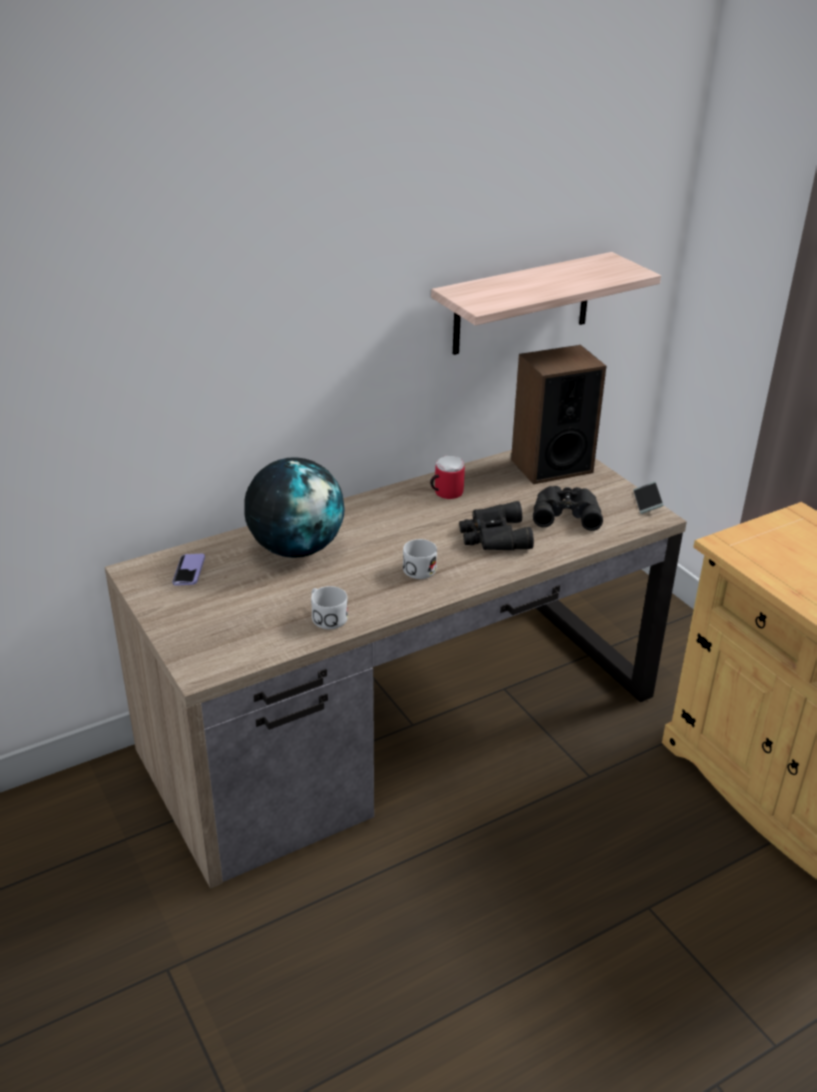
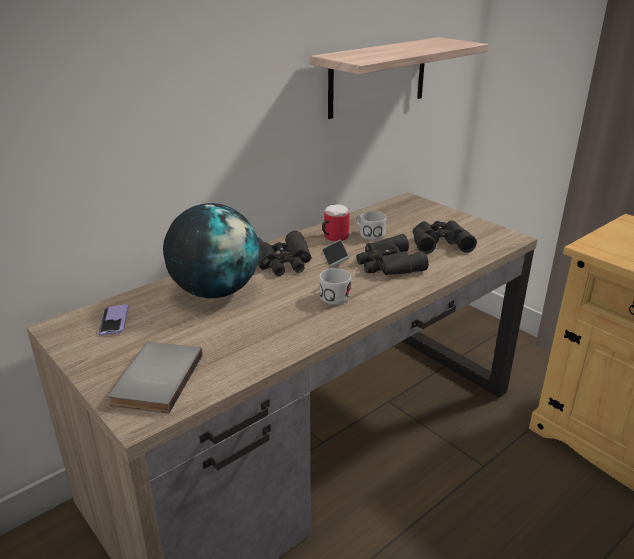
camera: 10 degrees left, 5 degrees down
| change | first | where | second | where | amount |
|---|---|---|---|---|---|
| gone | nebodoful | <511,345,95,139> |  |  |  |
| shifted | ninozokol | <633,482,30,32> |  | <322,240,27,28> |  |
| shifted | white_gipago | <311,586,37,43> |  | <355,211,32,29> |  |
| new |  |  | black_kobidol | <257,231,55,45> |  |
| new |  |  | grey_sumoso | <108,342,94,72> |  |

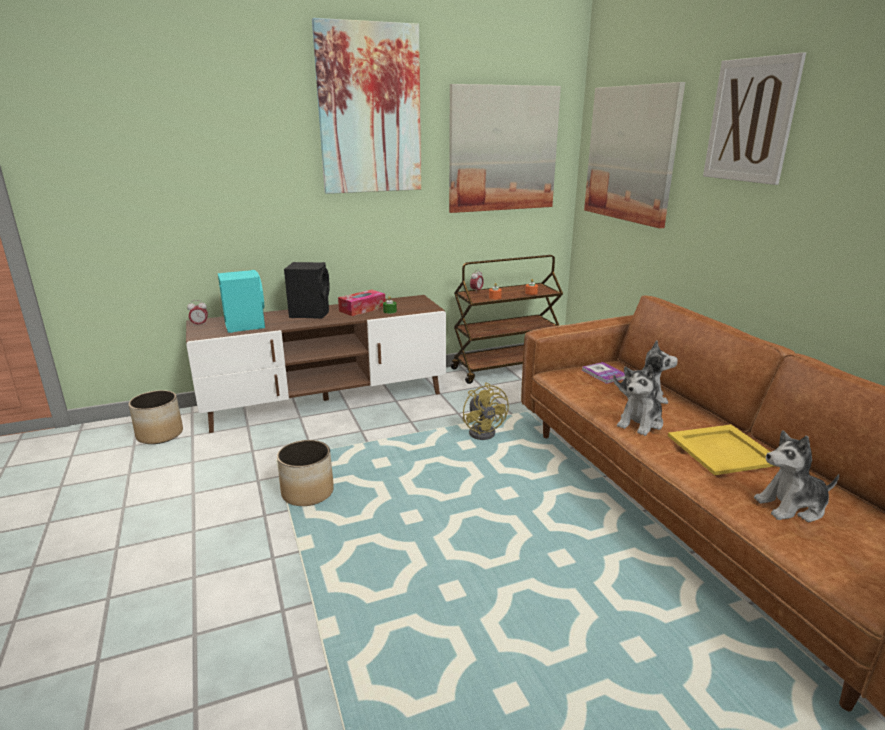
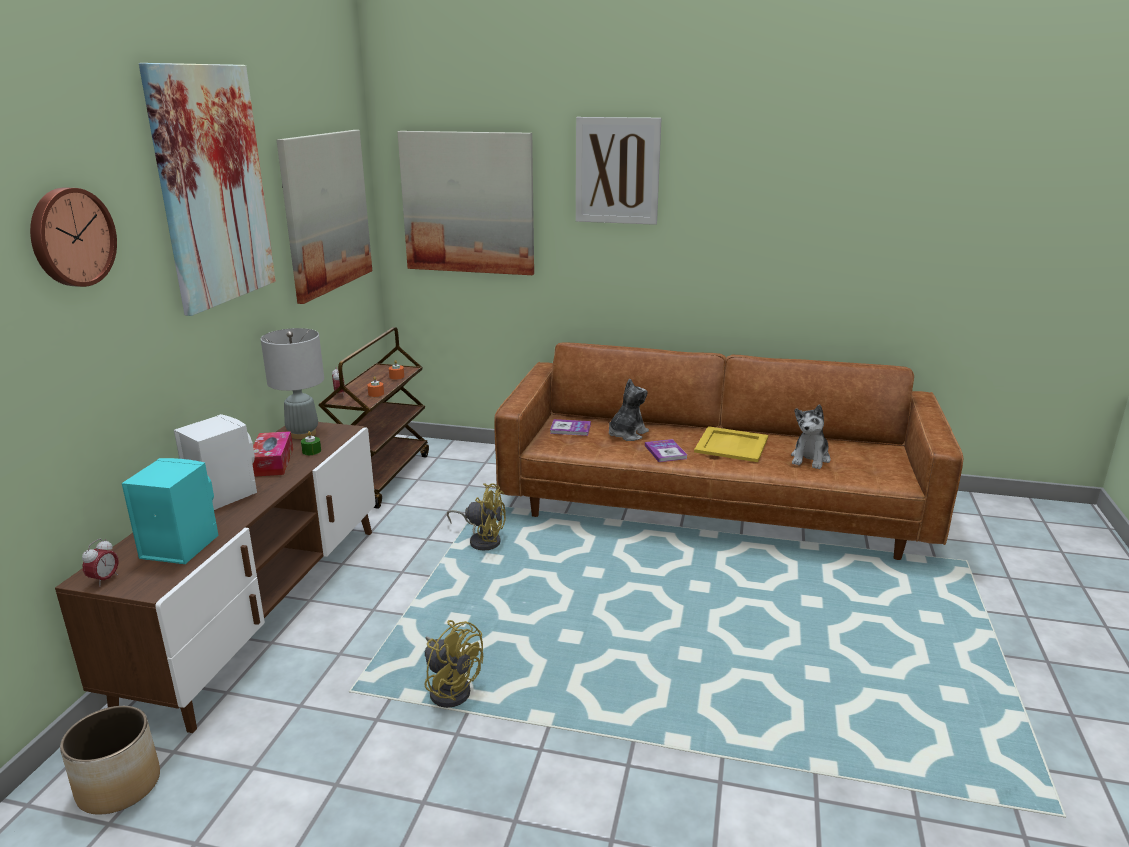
camera: 55 degrees left, 0 degrees up
| change | first | where | second | where | amount |
|---|---|---|---|---|---|
| repainted | black_nebodoful | <284,262,46,57> | white_nebodoful | <174,414,83,96> |  |
| swapped | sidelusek | <617,365,46,71> | sumoso | <645,439,42,23> |  |
| swapped | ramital | <277,440,57,66> | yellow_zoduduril | <425,620,58,88> |  |
| new |  |  | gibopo | <30,187,87,100> |  |
| new |  |  | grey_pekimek | <261,328,63,111> |  |

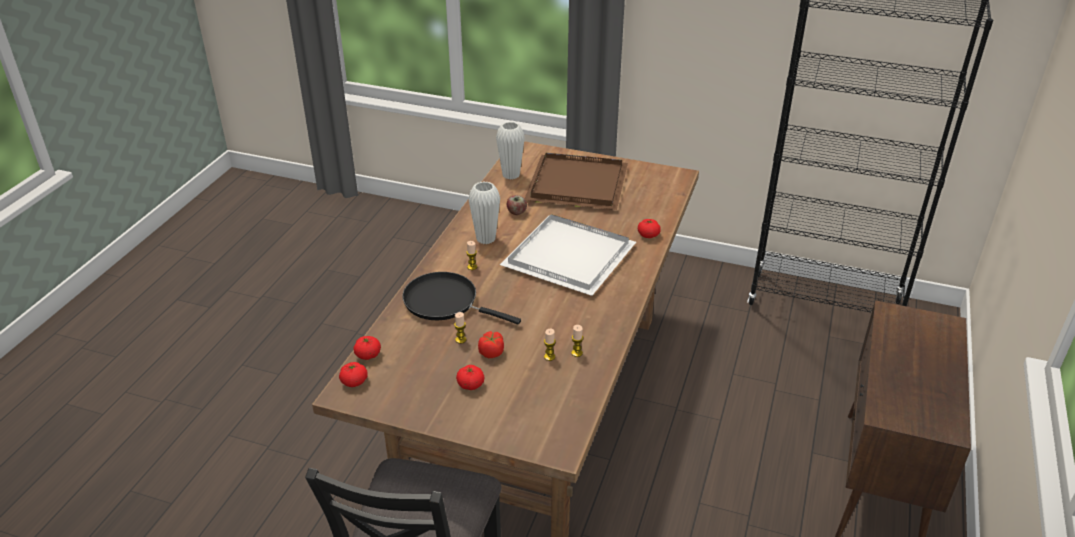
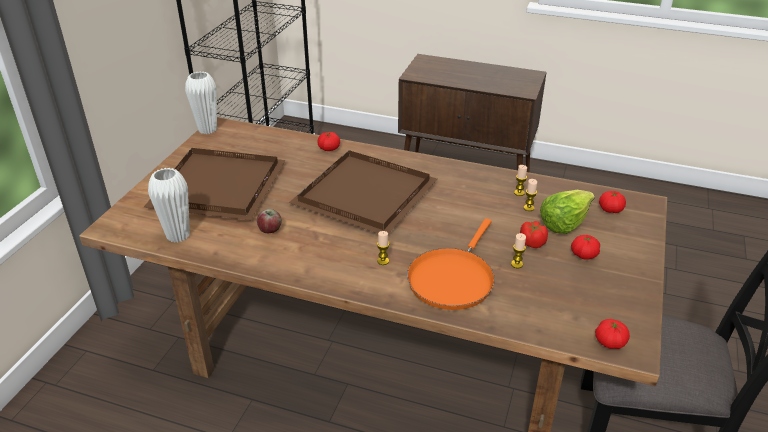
camera: 90 degrees left, 0 degrees up
| change | first | where | second | where | amount |
|---|---|---|---|---|---|
| shifted | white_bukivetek | <468,181,32,63> |  | <185,71,32,63> |  |
| repainted | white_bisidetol | <500,214,136,82> | brown_bisidetol | <289,150,149,84> |  |
| repainted | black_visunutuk | <402,272,119,53> | orange_visunutuk | <407,218,88,92> |  |
| shifted | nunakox | <353,336,28,24> |  | <599,191,27,22> |  |
| new |  |  | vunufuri | <540,190,55,44> |  |

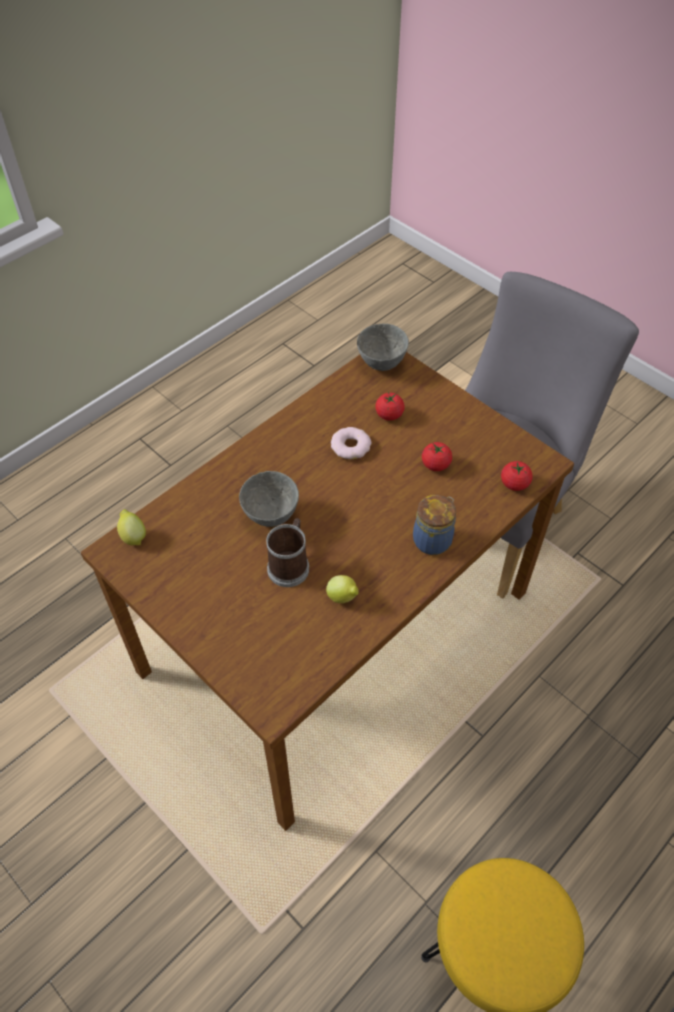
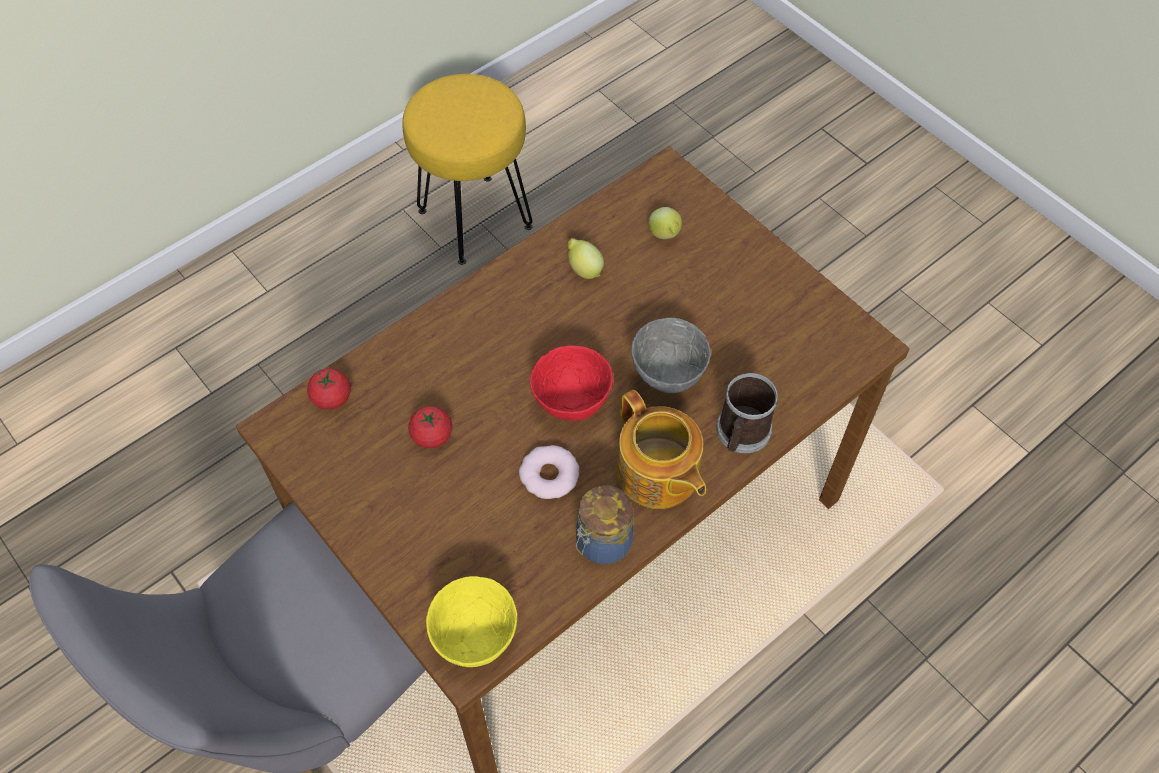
camera: 175 degrees left, 5 degrees up
| change | first | where | second | where | amount |
|---|---|---|---|---|---|
| repainted | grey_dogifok | <357,324,52,47> | yellow_dogifok | <426,576,91,91> |  |
| gone | nunakox | <375,392,30,29> |  |  |  |
| shifted | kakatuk | <413,495,43,60> |  | <576,485,57,80> |  |
| shifted | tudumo | <117,509,29,36> |  | <648,207,34,32> |  |
| shifted | gipago | <266,518,43,69> |  | <716,373,62,80> |  |
| new |  |  | red_dogifok | <530,346,83,75> |  |
| new |  |  | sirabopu | <617,390,89,119> |  |

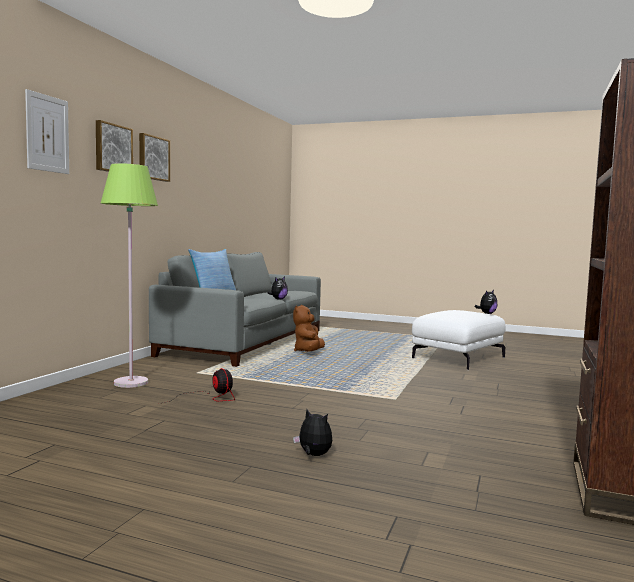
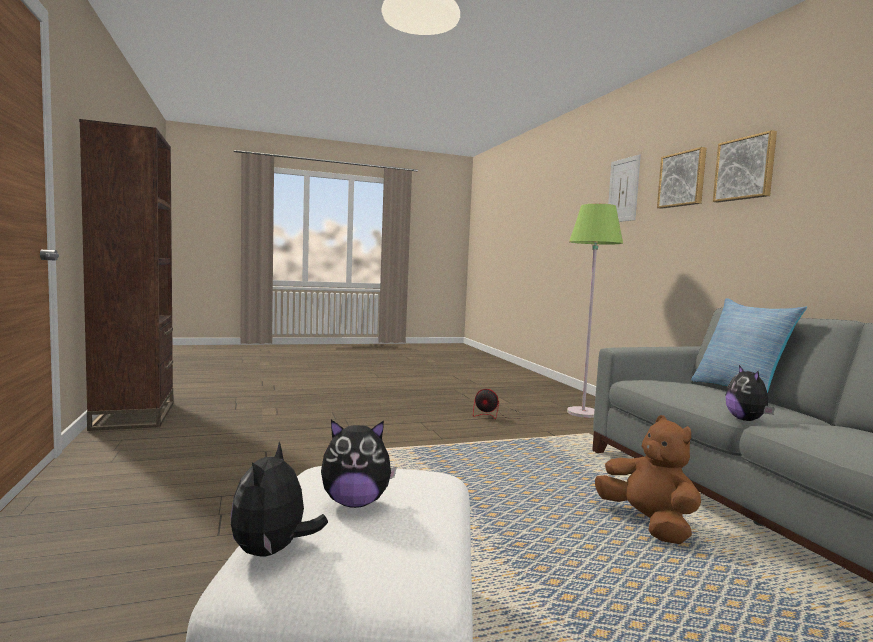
camera: 140 degrees right, 0 degrees up
| change | first | where | second | where | amount |
|---|---|---|---|---|---|
| shifted | sidelusek | <293,409,39,47> |  | <321,420,76,88> |  |

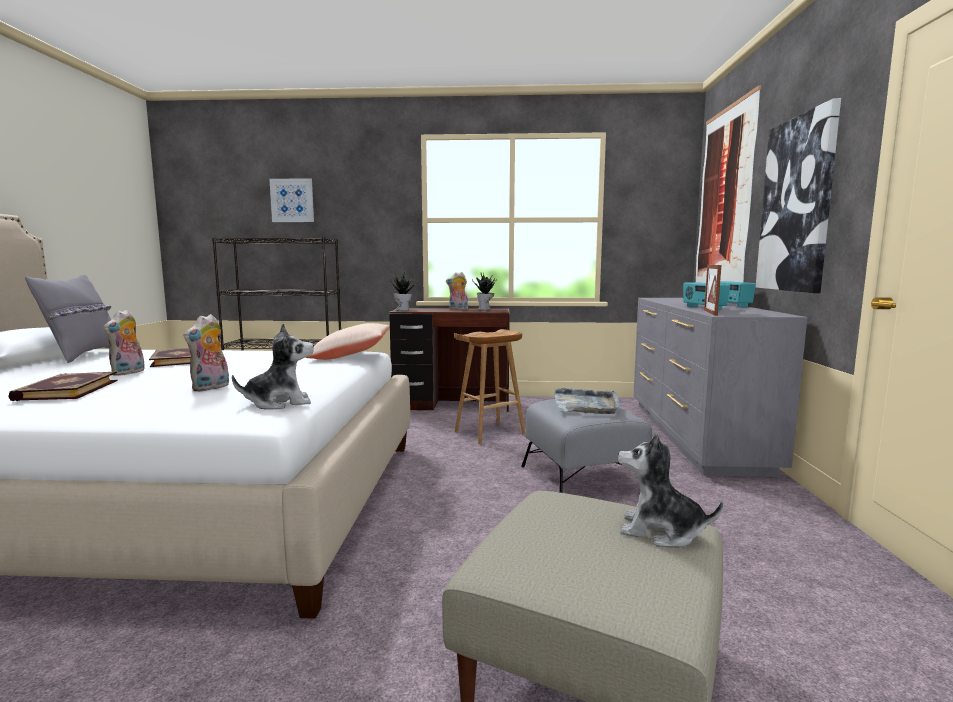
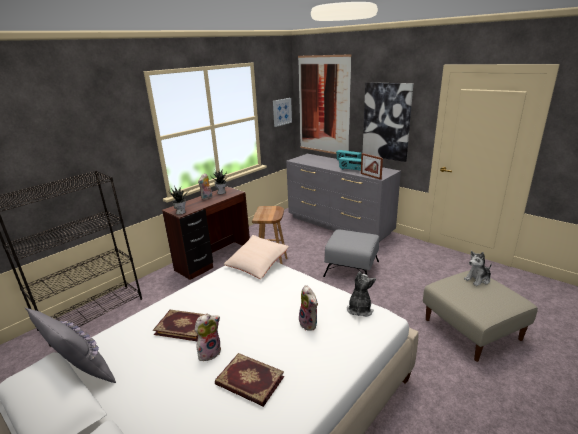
camera: 50 degrees left, 15 degrees up
| change | first | where | second | where | amount |
|---|---|---|---|---|---|
| shifted | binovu | <269,178,45,44> |  | <273,98,19,29> |  |
| rotated | sidelusek | <104,310,41,66> |  | <195,313,26,48> | 90 degrees counterclockwise |
| gone | grey_bisidetol | <554,388,66,26> |  |  |  |

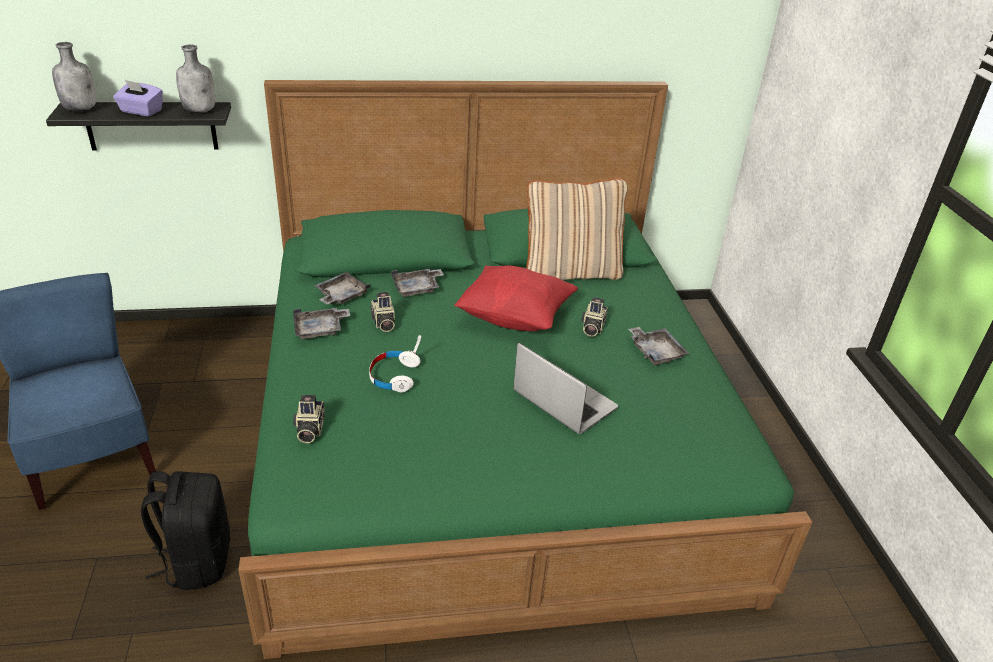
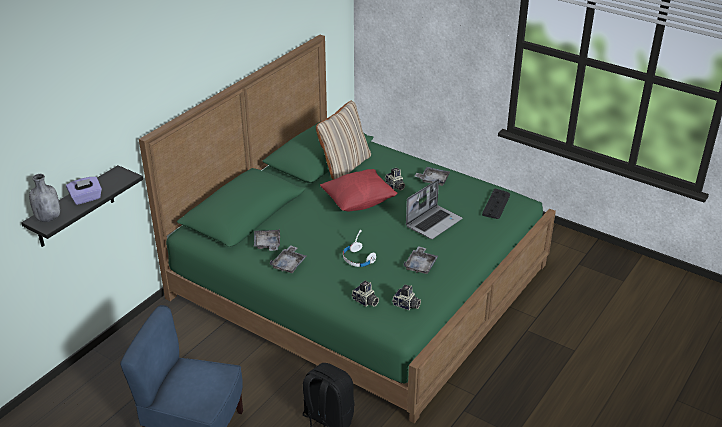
camera: 45 degrees left, 0 degrees up
| change | first | where | second | where | amount |
|---|---|---|---|---|---|
| gone | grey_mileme | <176,45,39,68> |  |  |  |
| shifted | grey_bisidetol | <391,269,53,28> |  | <404,246,34,28> |  |
| shifted | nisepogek | <370,292,25,40> |  | <392,285,29,25> |  |
| rotated | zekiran | <513,343,105,91> |  | <406,179,56,60> | 135 degrees clockwise |
| new |  |  | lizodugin | <482,189,28,30> |  |

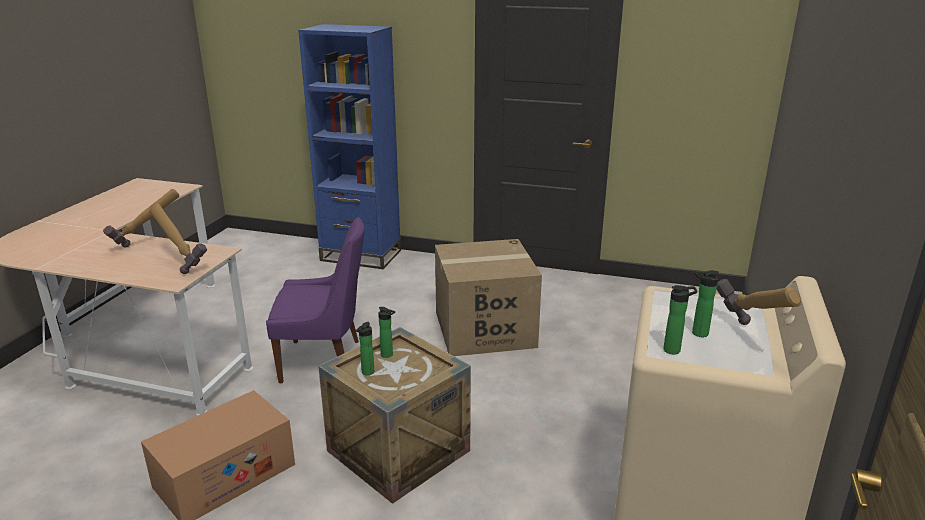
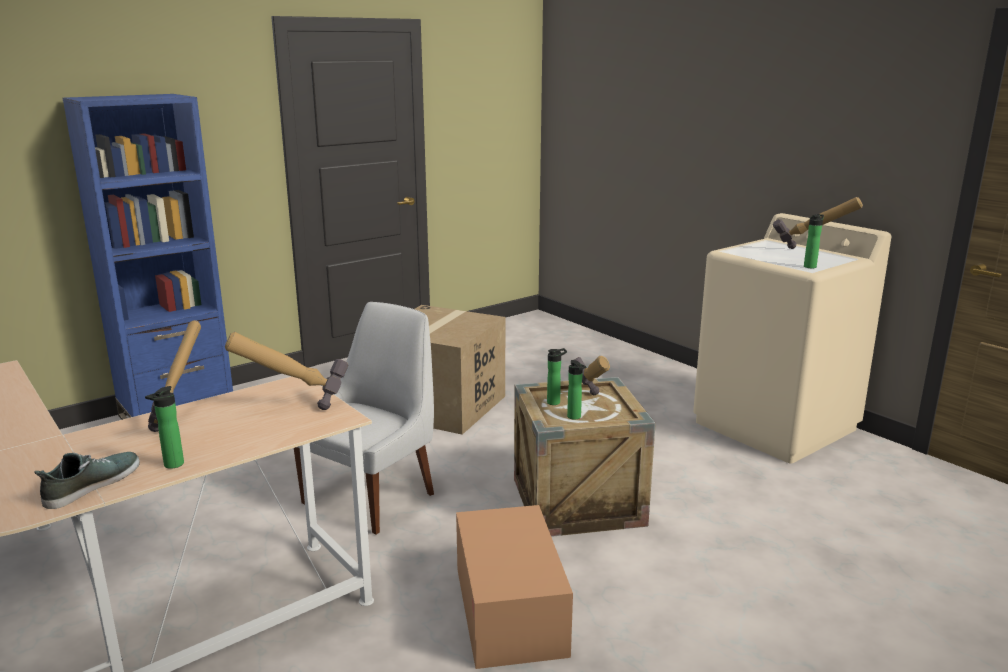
camera: 55 degrees left, 5 degrees down
| change | first | where | second | where | amount |
|---|---|---|---|---|---|
| repainted | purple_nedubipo | <266,217,99,166> | white_nedubipo | <294,302,140,233> |  |
| shifted | mileme | <692,270,27,67> |  | <145,386,39,83> |  |
| new |  |  | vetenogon | <571,356,39,39> |  |
| new |  |  | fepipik | <34,452,106,57> |  |

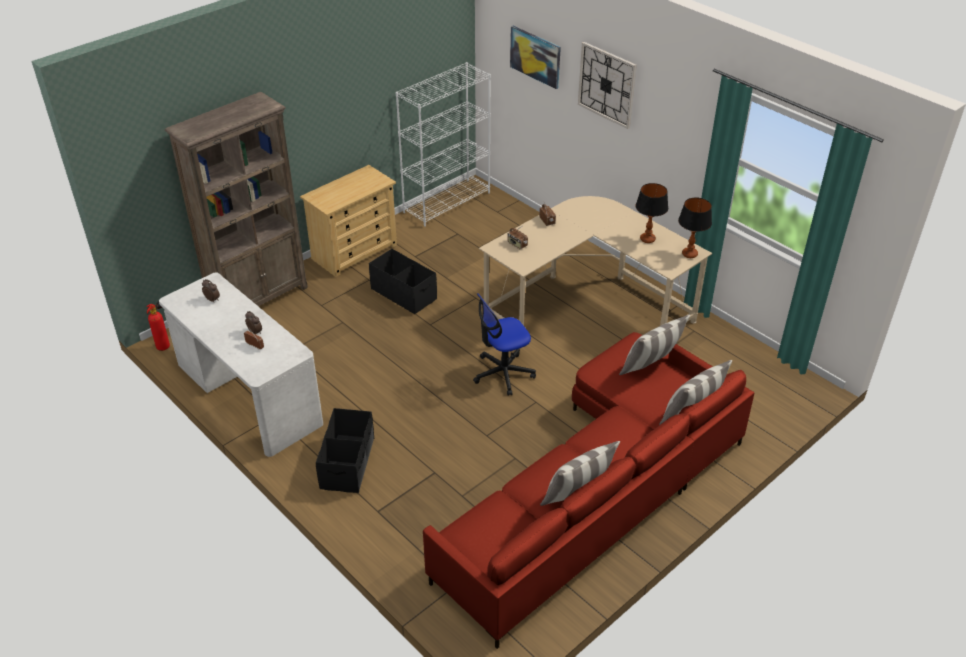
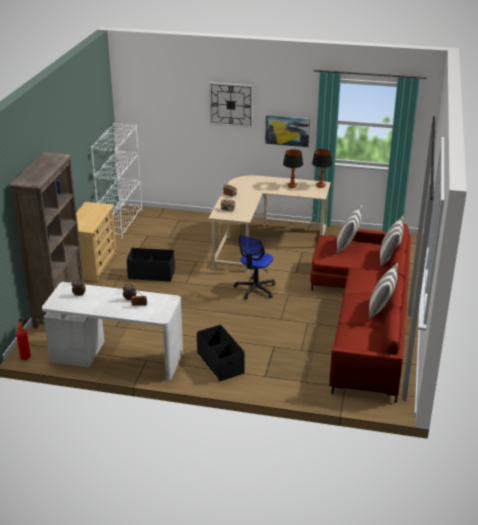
camera: 35 degrees left, 10 degrees down
| change | first | where | second | where | amount |
|---|---|---|---|---|---|
| shifted | binovu | <510,26,51,63> |  | <265,115,45,32> |  |

